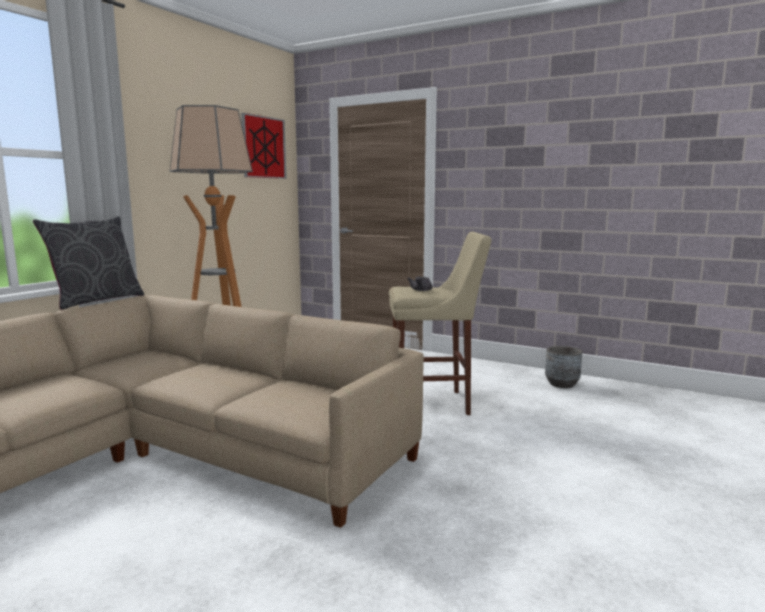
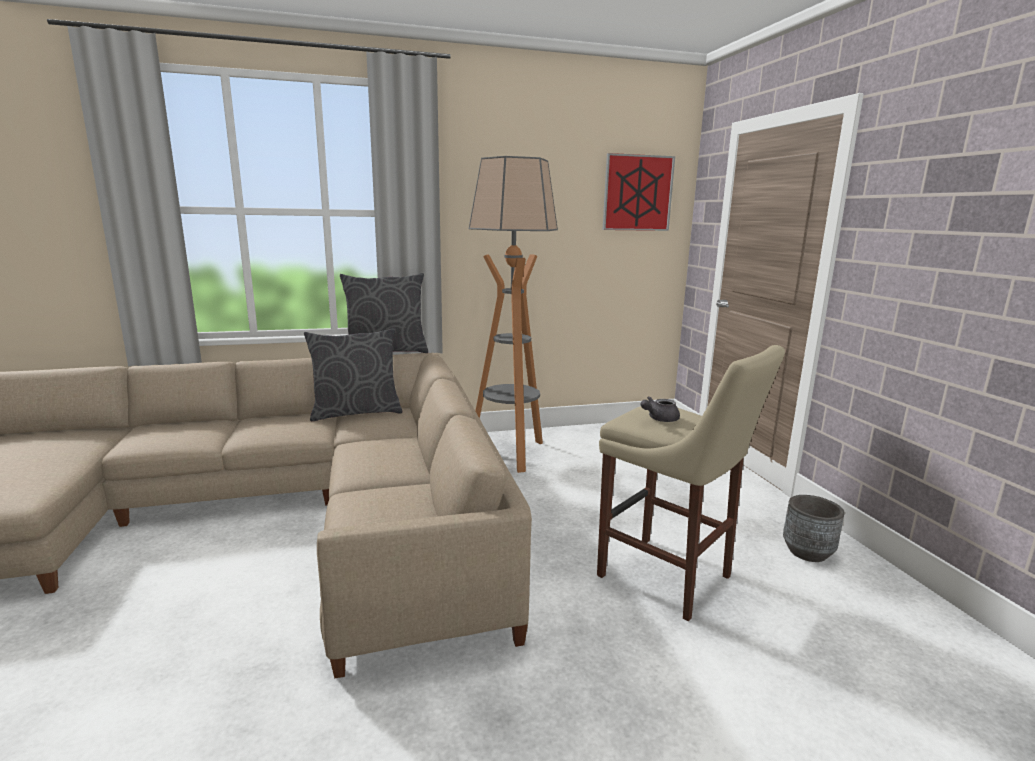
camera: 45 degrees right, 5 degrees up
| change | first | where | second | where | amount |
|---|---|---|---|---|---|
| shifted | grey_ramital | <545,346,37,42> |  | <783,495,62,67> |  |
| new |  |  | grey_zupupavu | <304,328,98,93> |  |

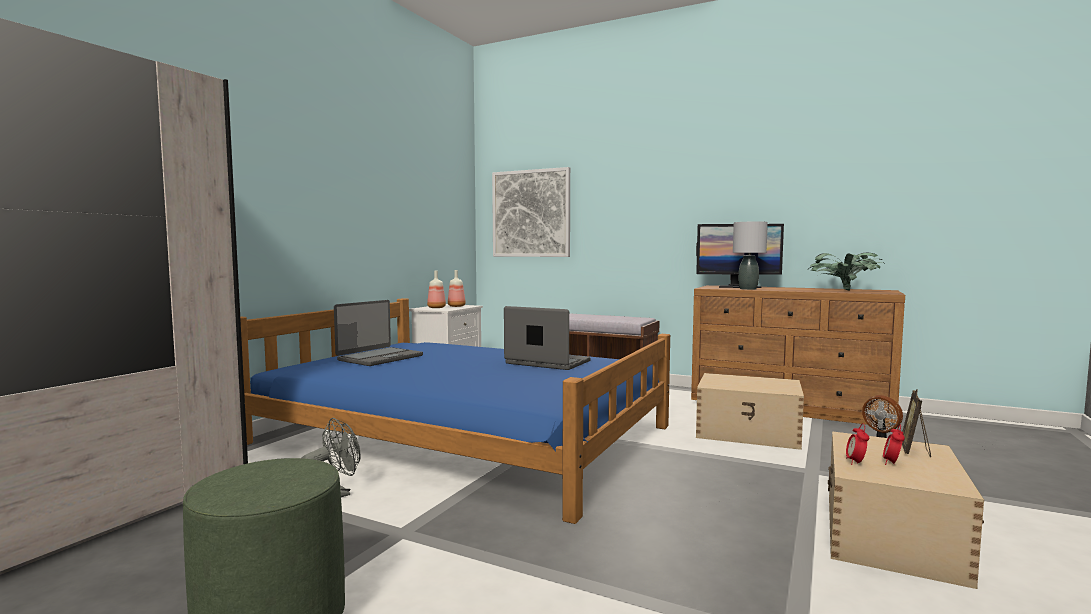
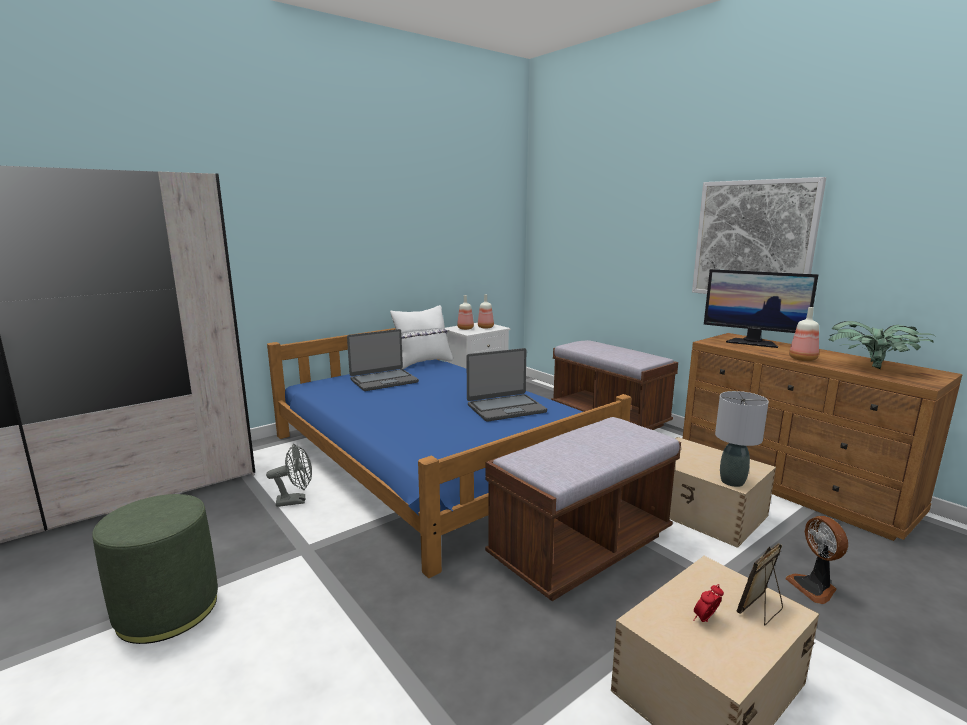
camera: 25 degrees right, 10 degrees up
| change | first | where | second | where | amount |
|---|---|---|---|---|---|
| shifted | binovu | <492,167,78,90> |  | <692,177,134,117> |  |
| shifted | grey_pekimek | <733,221,35,69> |  | <715,391,54,96> |  |
| rotated | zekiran | <504,306,87,64> |  | <466,348,81,74> | 105 degrees clockwise |
| gone | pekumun | <846,423,23,42> |  |  |  |
| new |  |  | white_zupupavu | <390,305,63,64> |  |
| new |  |  | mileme | <789,307,30,54> |  |
| new |  |  | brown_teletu | <485,417,196,184> |  |

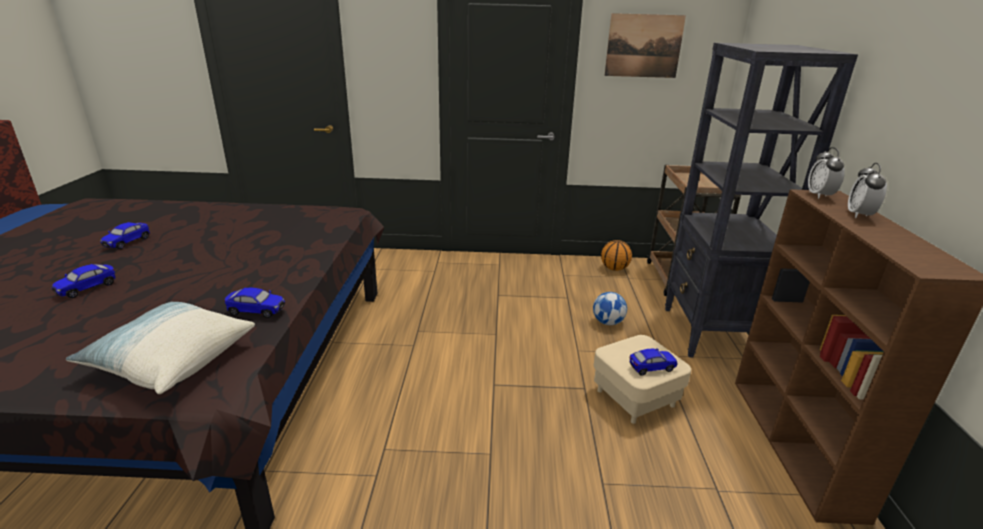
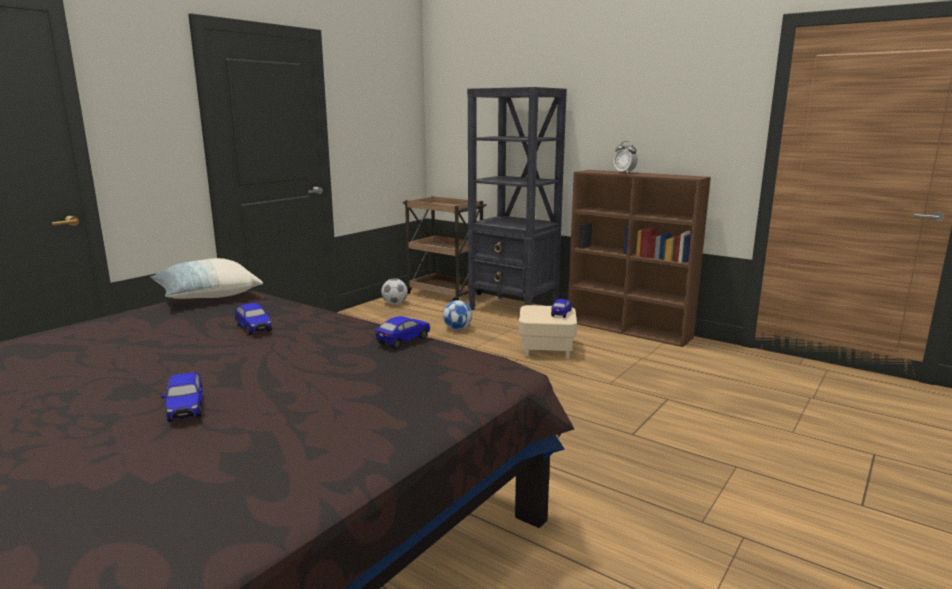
camera: 55 degrees left, 10 degrees down
| change | first | where | second | where | amount |
|---|---|---|---|---|---|
| gone | binovu | <604,13,82,65> |  |  |  |
| gone | pekumun | <808,147,37,52> |  |  |  |
| shifted | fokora | <101,222,49,27> |  | <235,303,37,32> |  |
| swapped | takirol | <601,240,31,31> | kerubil | <381,278,27,27> |  |
| shifted | zupupavu | <66,301,189,93> |  | <150,258,113,41> |  |

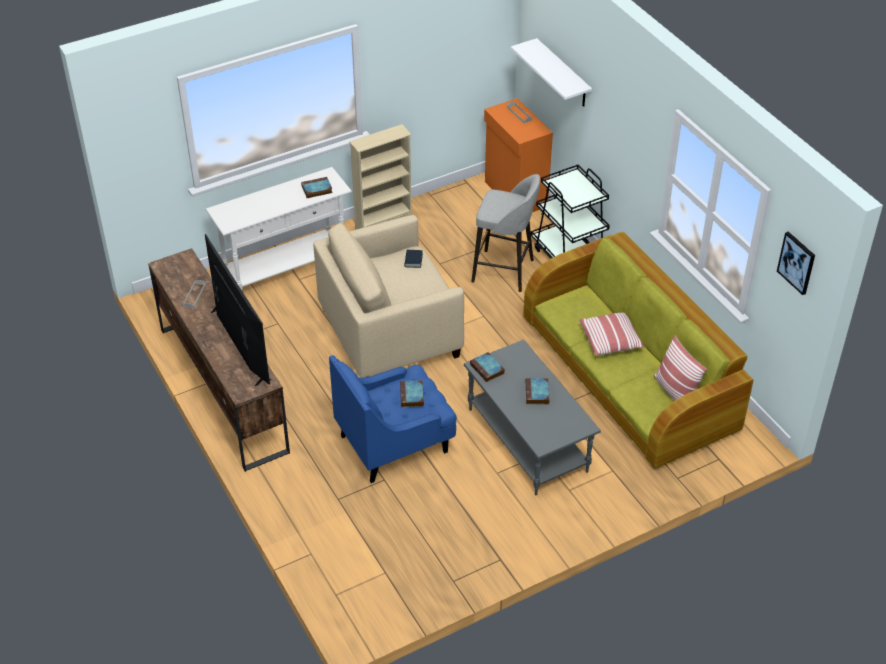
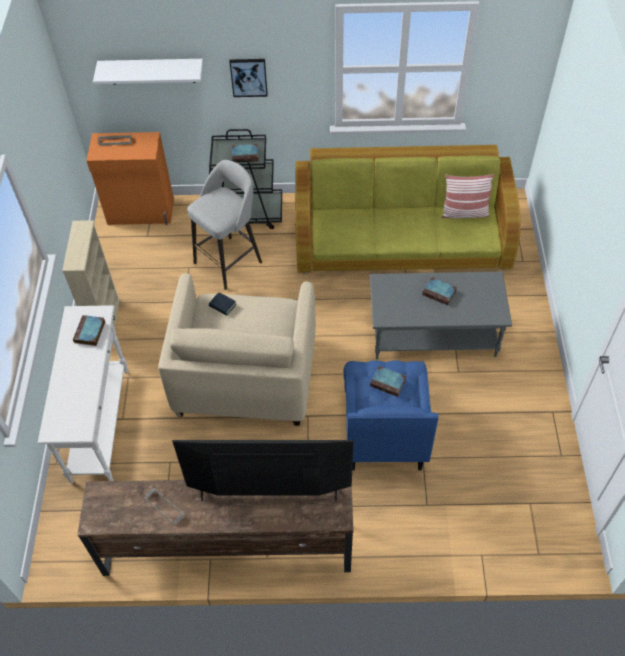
camera: 60 degrees left, 10 degrees up
| change | first | where | second | where | amount |
|---|---|---|---|---|---|
| shifted | binovu | <777,232,38,63> |  | <229,59,39,38> |  |
| gone | zupupavu | <579,312,66,44> |  |  |  |
| shifted | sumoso | <470,352,35,30> |  | <232,144,27,19> |  |

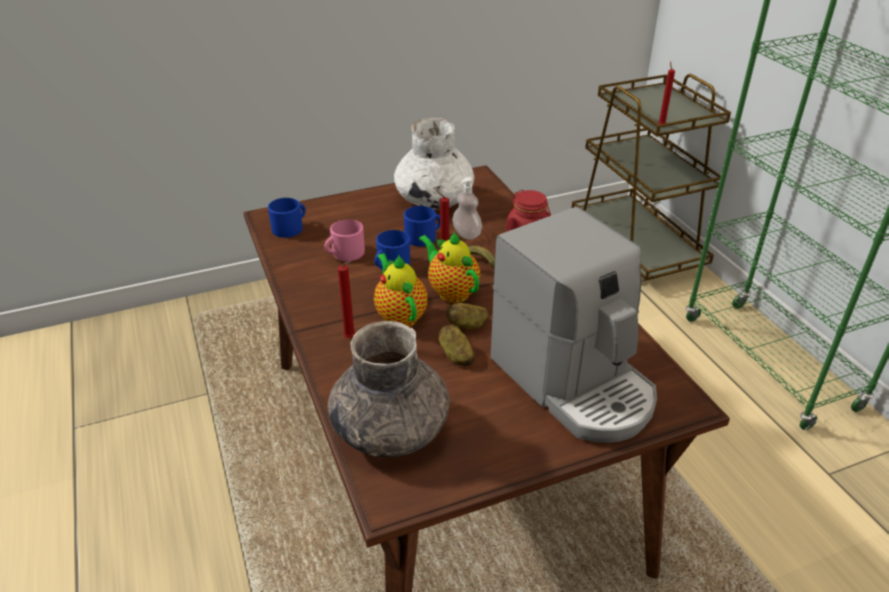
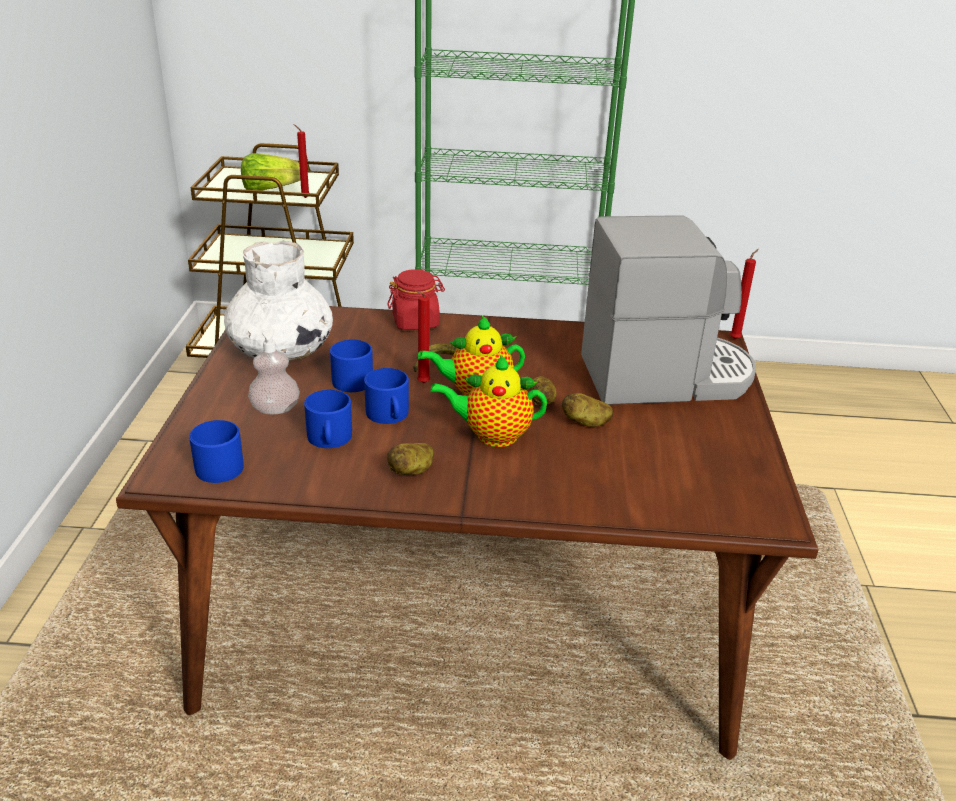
camera: 65 degrees left, 5 degrees down
| change | first | where | second | where | amount |
|---|---|---|---|---|---|
| shifted | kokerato | <452,177,30,62> |  | <248,330,52,84> |  |
| repainted | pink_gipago | <324,219,41,42> | blue_gipago | <304,390,48,58> |  |
| shifted | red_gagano | <338,261,17,77> |  | <730,249,29,90> |  |
| gone | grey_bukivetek | <328,321,122,137> |  |  |  |
| new |  |  | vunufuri | <241,153,59,37> |  |
| new |  |  | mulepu | <387,443,47,32> |  |

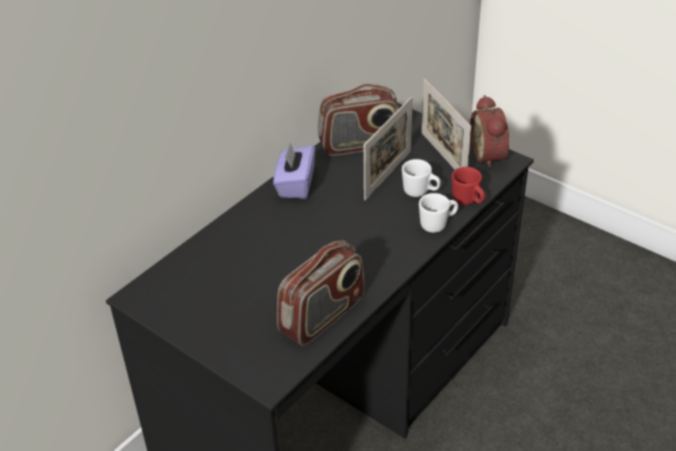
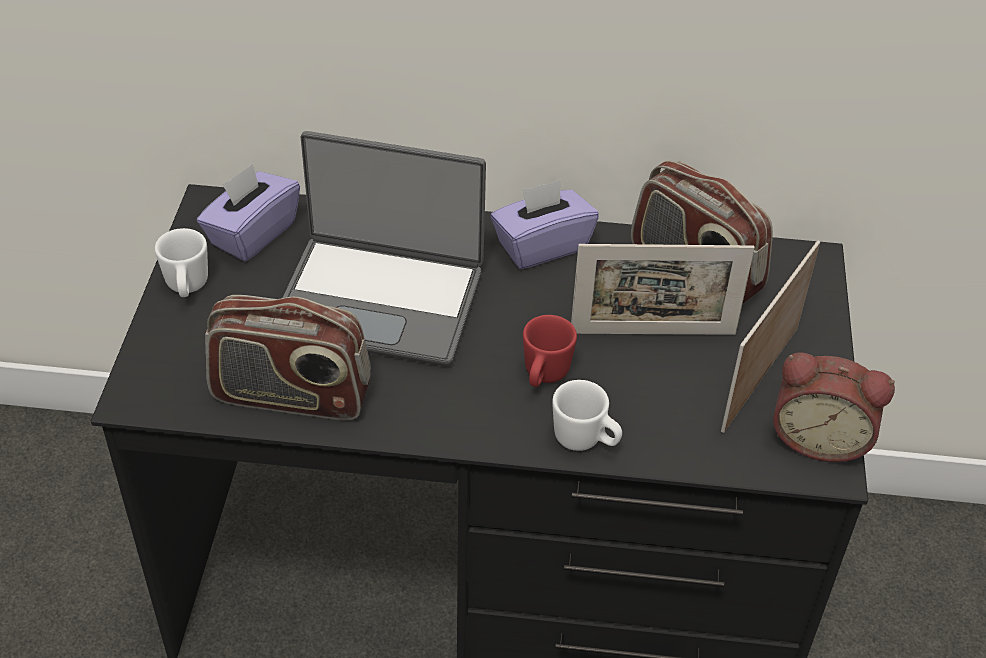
camera: 55 degrees right, 5 degrees up
| change | first | where | second | where | amount |
|---|---|---|---|---|---|
| rotated | pekumun | <470,95,39,74> |  | <773,352,122,110> | 120 degrees counterclockwise |
| shifted | white_gipago | <402,159,39,38> |  | <155,228,53,69> |  |
| shifted | red_gipago | <452,167,33,38> |  | <523,315,54,72> |  |
| new |  |  | zekiran | <283,131,203,236> |  |
| new |  |  | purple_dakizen | <197,164,103,97> |  |

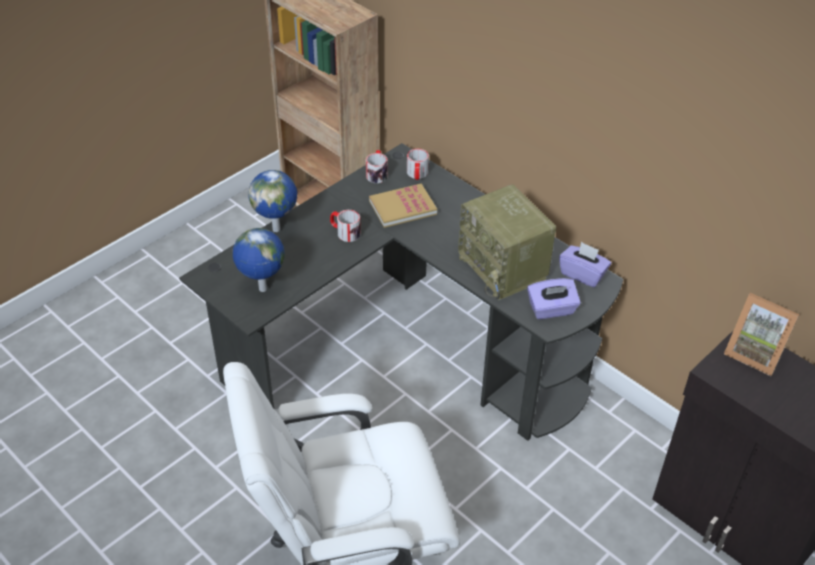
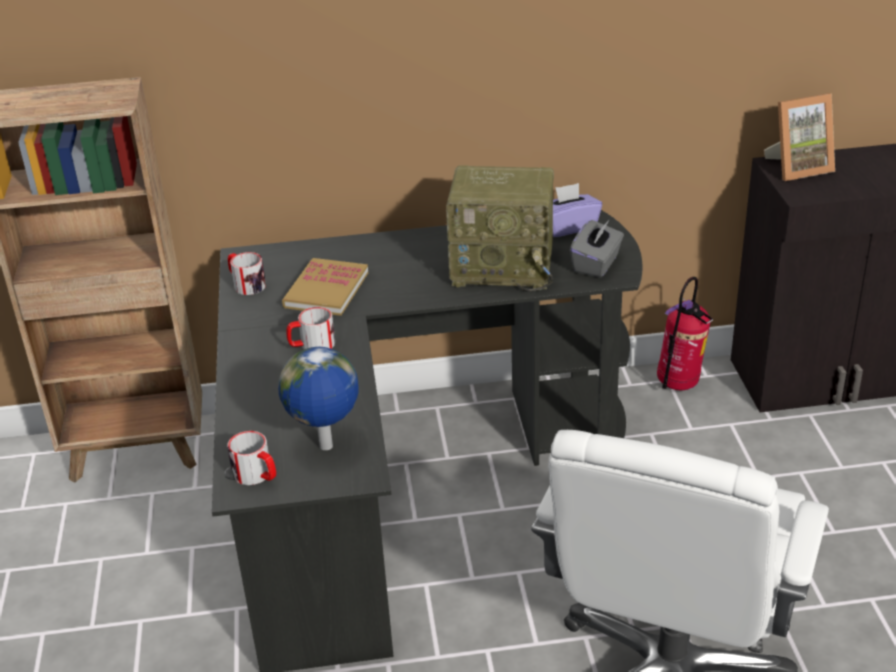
camera: 50 degrees left, 10 degrees down
| change | first | where | second | where | amount |
|---|---|---|---|---|---|
| shifted | gipago | <407,149,22,31> |  | <227,431,49,54> |  |
| gone | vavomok | <248,170,49,62> |  |  |  |
| repainted | purple_dakizen | <527,278,54,41> | grey_dakizen | <570,220,54,58> |  |
| new |  |  | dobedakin | <657,277,56,114> |  |

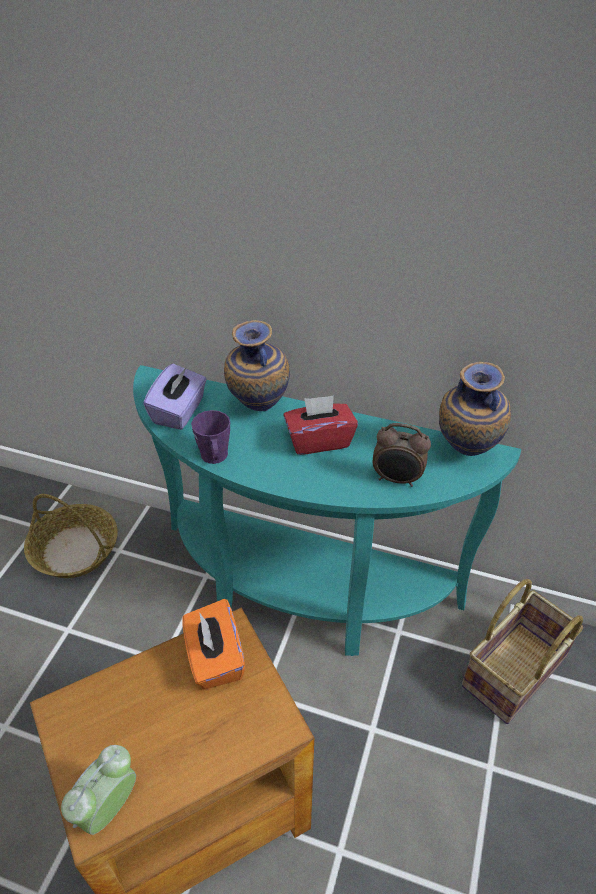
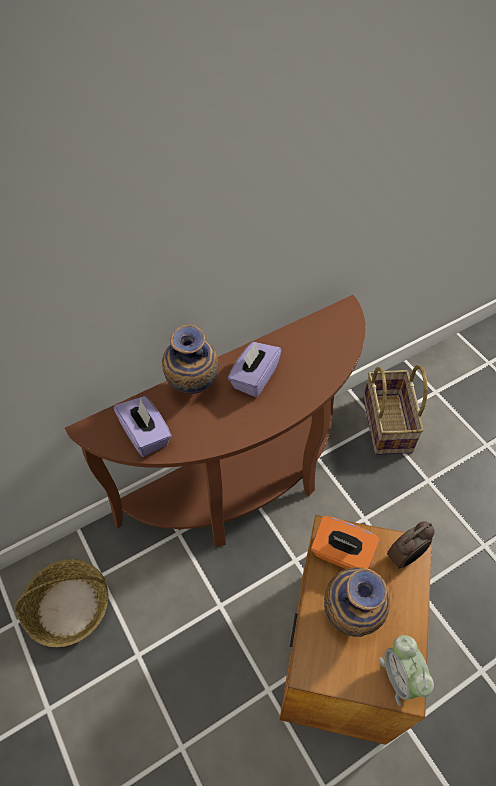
camera: 50 degrees left, 10 degrees up
| change | first | where | second | where | amount |
|---|---|---|---|---|---|
| shifted | bukivetek | <439,361,72,95> |  | <324,567,66,70> |  |
| repainted | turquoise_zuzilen | <133,365,388,291> | brown_zuzilen | <65,295,300,252> |  |
| repainted | red_dakizen | <283,395,75,60> | purple_dakizen | <228,342,54,55> |  |
| gone | purple_gipago | <191,410,39,54> |  |  |  |
| shifted | pekumun | <373,423,58,64> |  | <387,521,48,48> |  |

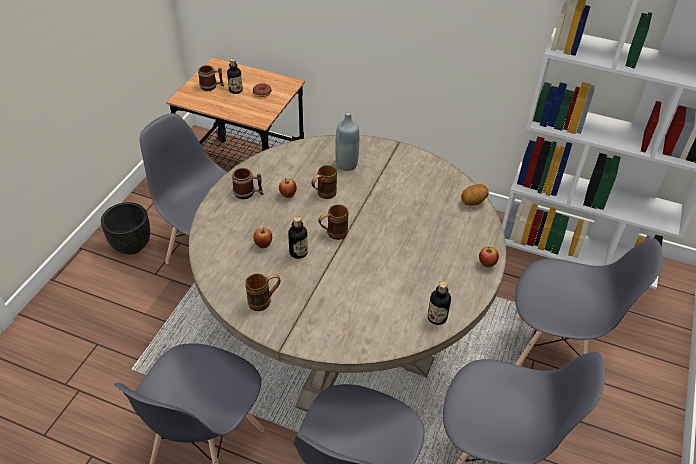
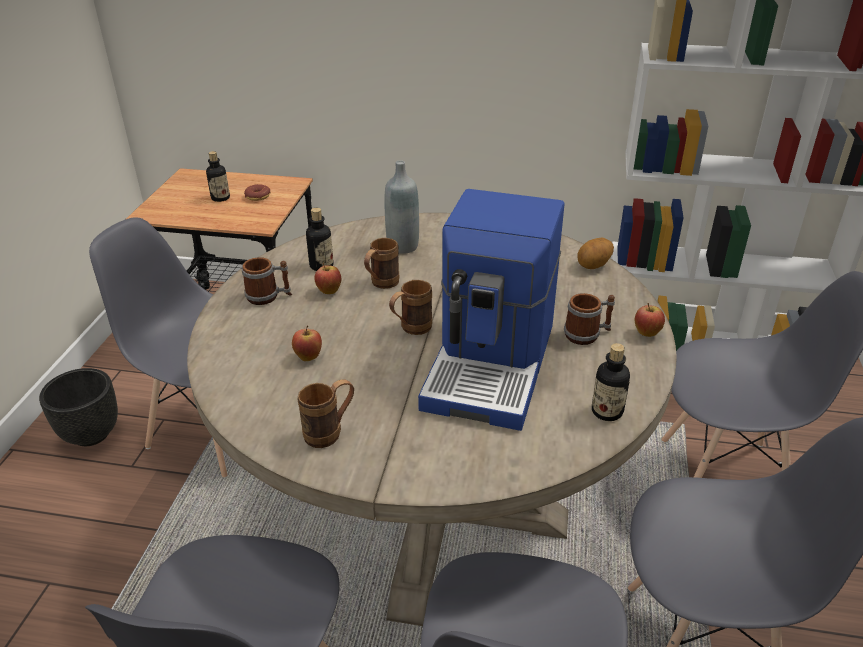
camera: 10 degrees left, 10 degrees down
| change | first | where | second | where | amount |
|---|---|---|---|---|---|
| shifted | gipago | <198,65,26,26> |  | <564,293,51,52> |  |
| shifted | mileme | <288,216,20,43> |  | <306,208,28,63> |  |
| new |  |  | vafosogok | <418,189,147,242> |  |

